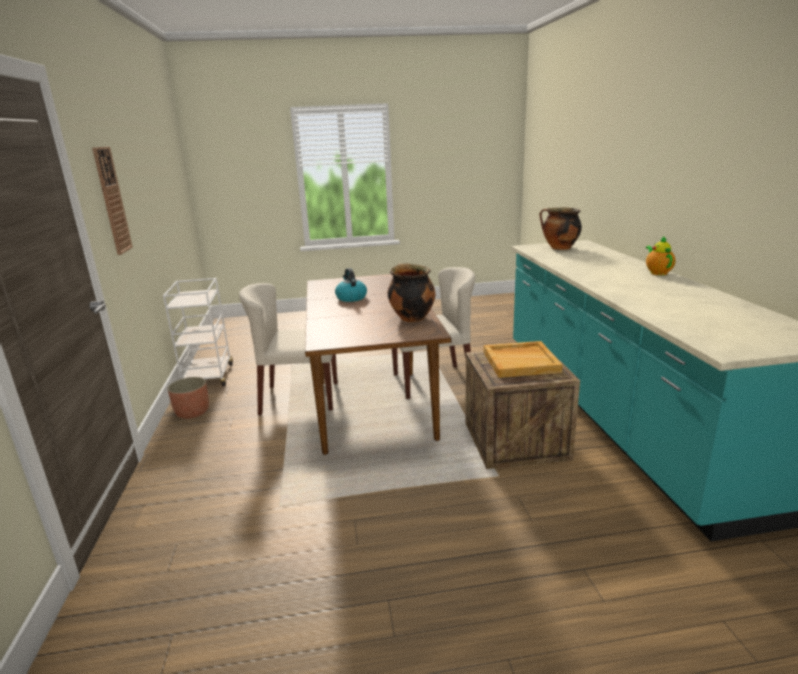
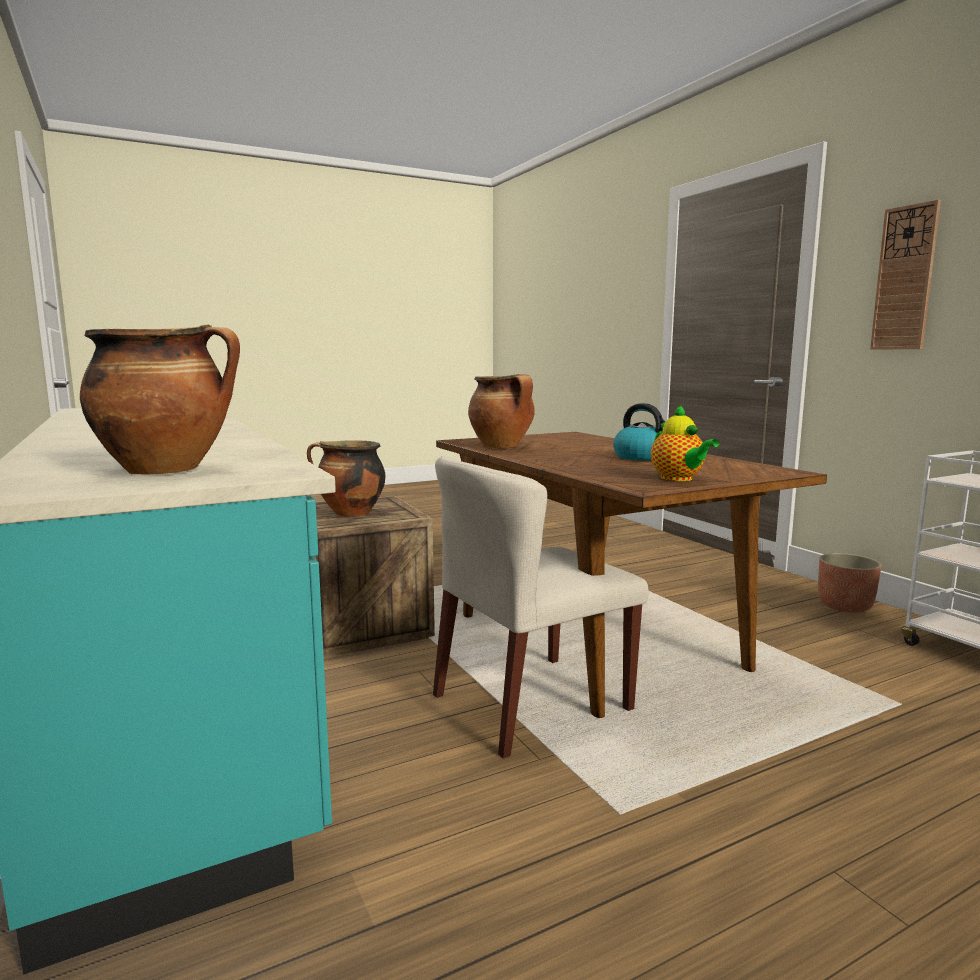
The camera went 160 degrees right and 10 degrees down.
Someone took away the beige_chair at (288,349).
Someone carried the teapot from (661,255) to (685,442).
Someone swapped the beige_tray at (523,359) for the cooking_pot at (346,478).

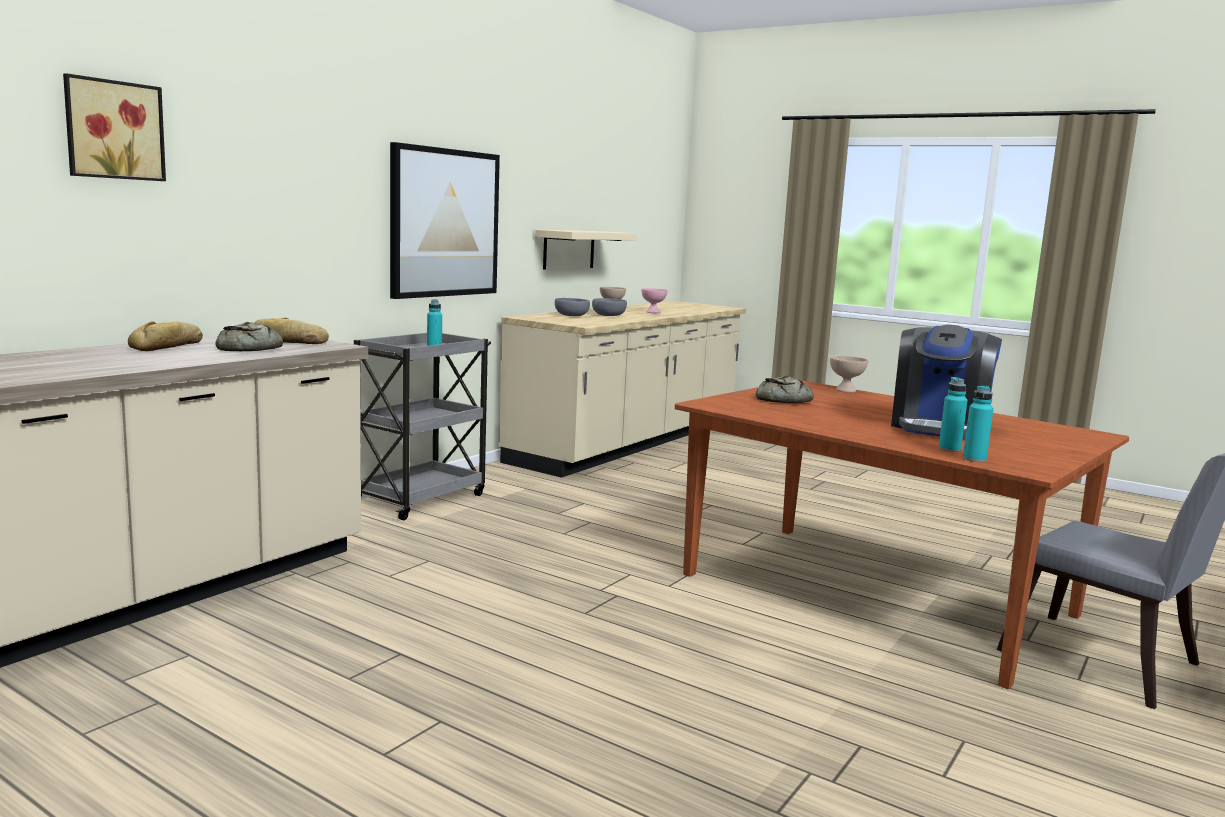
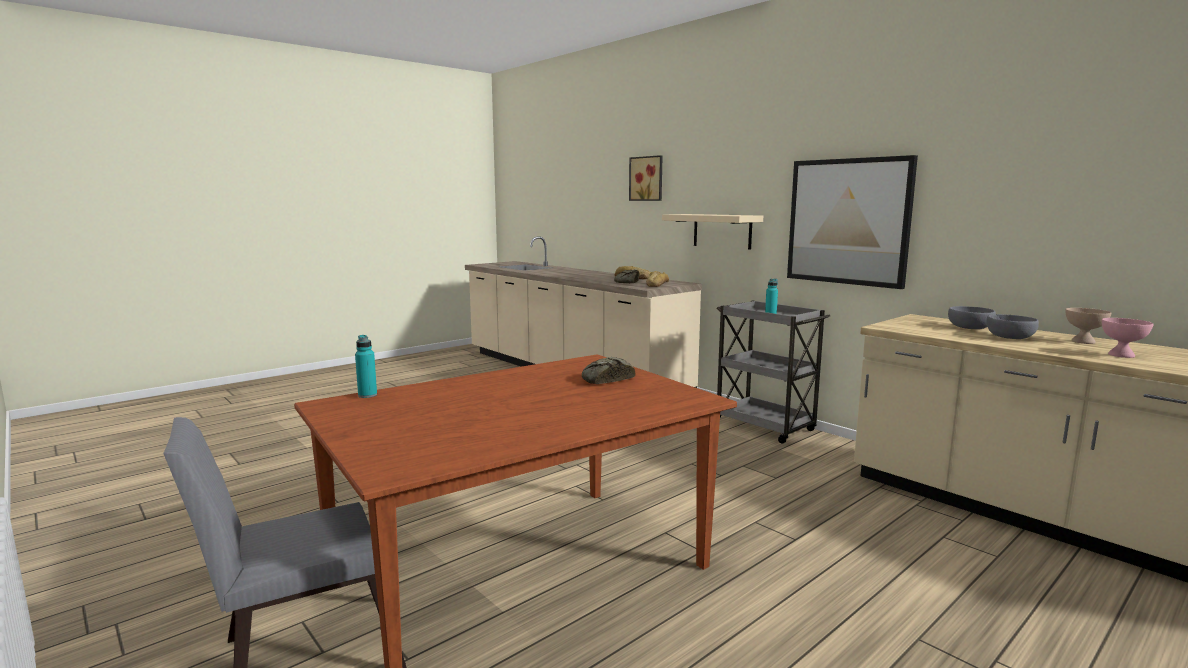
The camera went 105 degrees right and 0 degrees up.
Someone took away the beige_bowl at (849,374).
Someone took away the coffee_machine at (946,382).
Someone took away the turquoise_bottle at (953,414).
Someone carried the beige_shelf from (586,249) to (712,232).

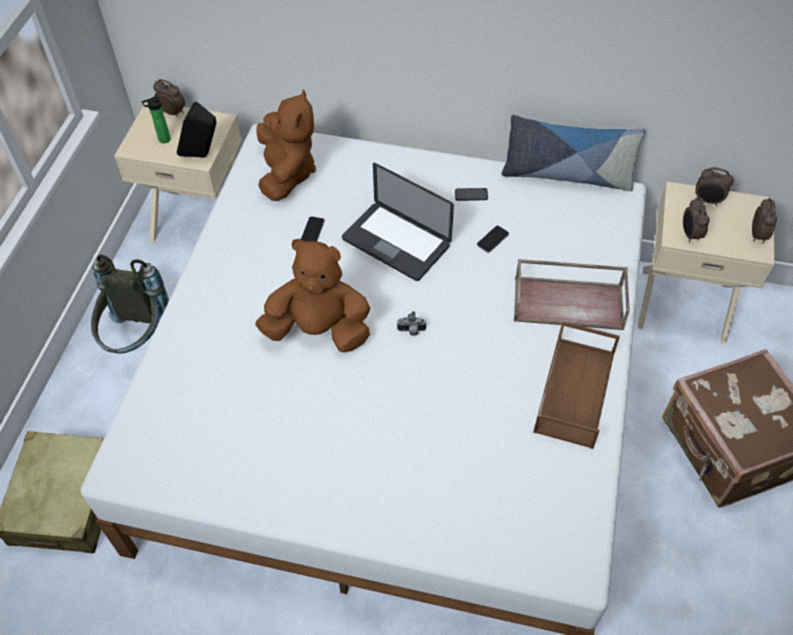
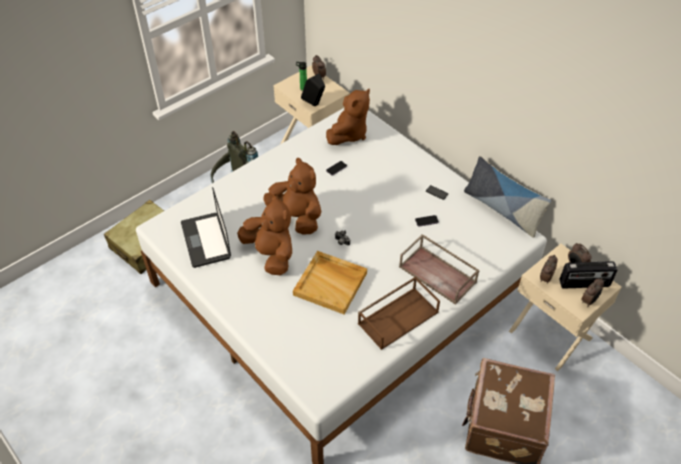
The camera went 35 degrees right and 5 degrees down.
Someone put down the brown_plush_toy at (264,235).
Someone put down the beige_tray at (330,283).
Someone put down the radio at (588,275).
Someone carried the laptop from (398,222) to (206,227).

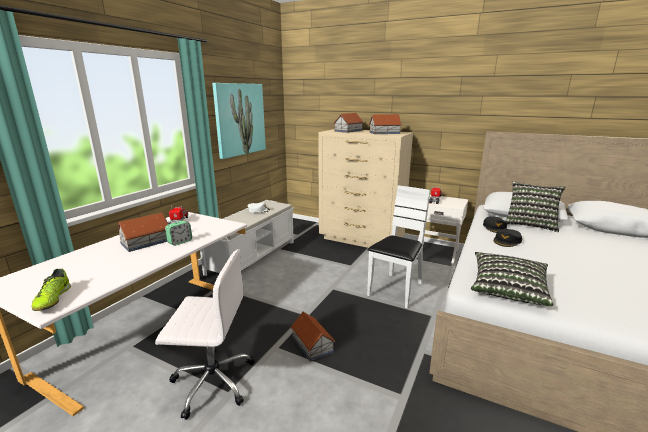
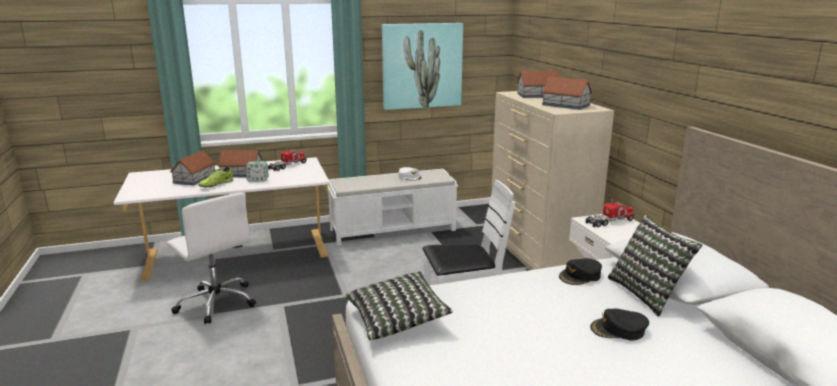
The camera went 45 degrees right and 0 degrees up.
Someone carried the shoe from (51,290) to (215,176).
Someone carried the toy_house from (313,337) to (193,168).
Someone carried the black_cap from (508,238) to (619,324).

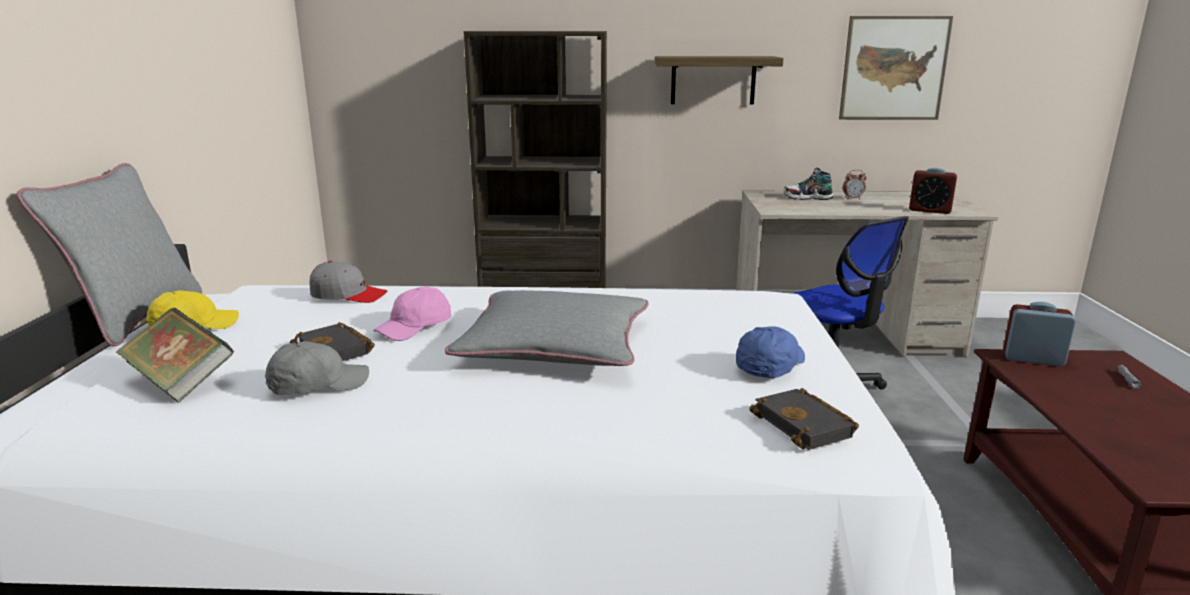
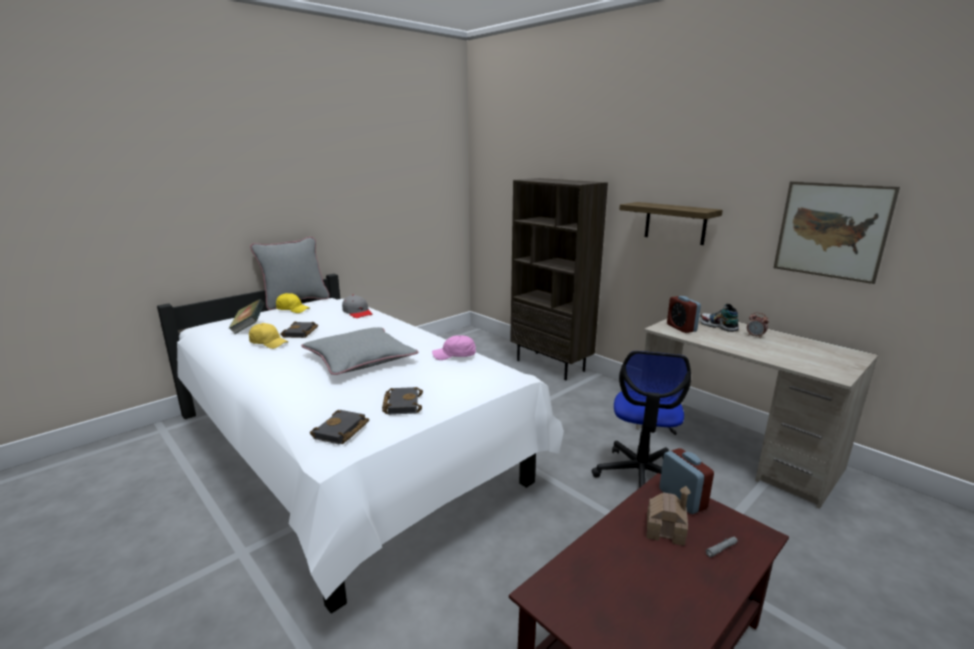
The camera went 45 degrees right and 0 degrees up.
Someone put down the toy_house at (668,516).
Someone carried the pink_cap from (412,314) to (454,347).
Someone carried the alarm_clock from (933,191) to (684,314).
Someone swapped the blue_cap at (770,352) for the black_book at (402,401).
Someone repainted the grey_cap at (317,368), which became the yellow_cap at (268,336).

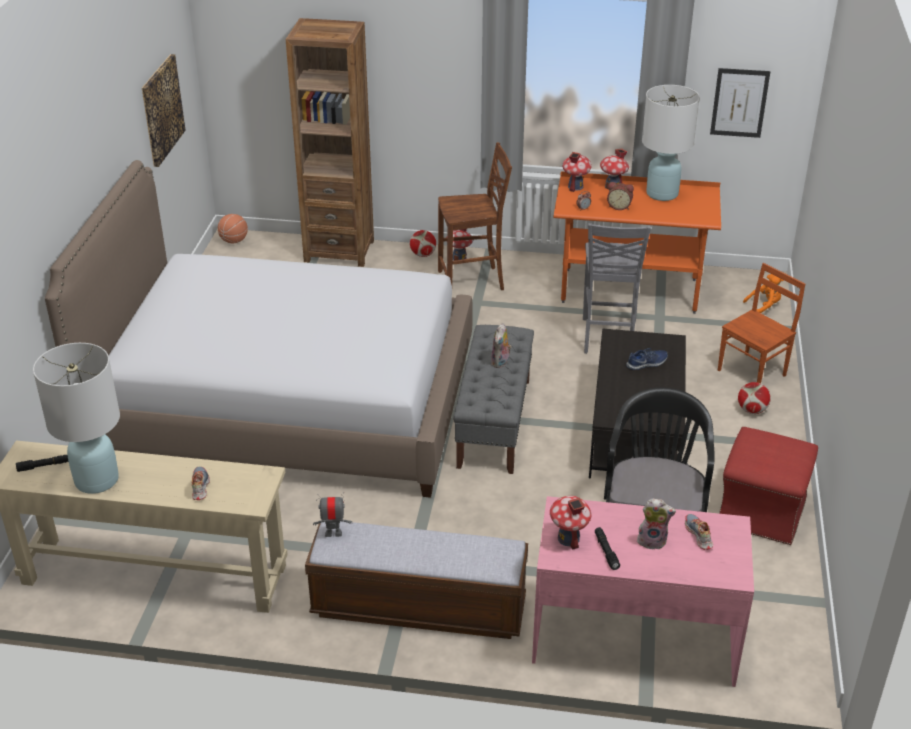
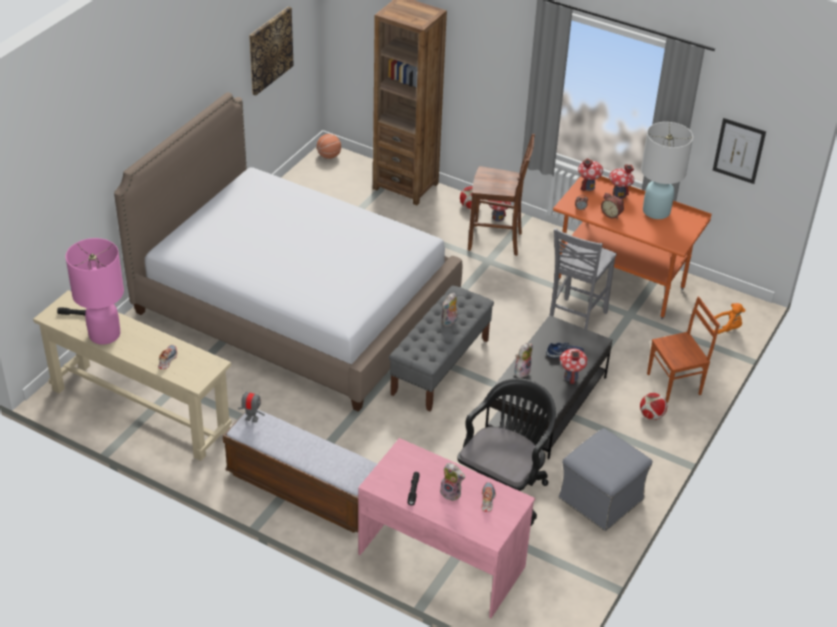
The camera went 20 degrees right and 5 degrees up.
Someone put down the plush_toy at (523,360).
Someone carried the toy_house from (570,523) to (574,366).
Someone repainted the white_table_lamp at (76,418), which became the pink_table_lamp at (95,291).
Someone repainted the red_ottoman at (768,486), which became the grey_ottoman at (606,479).

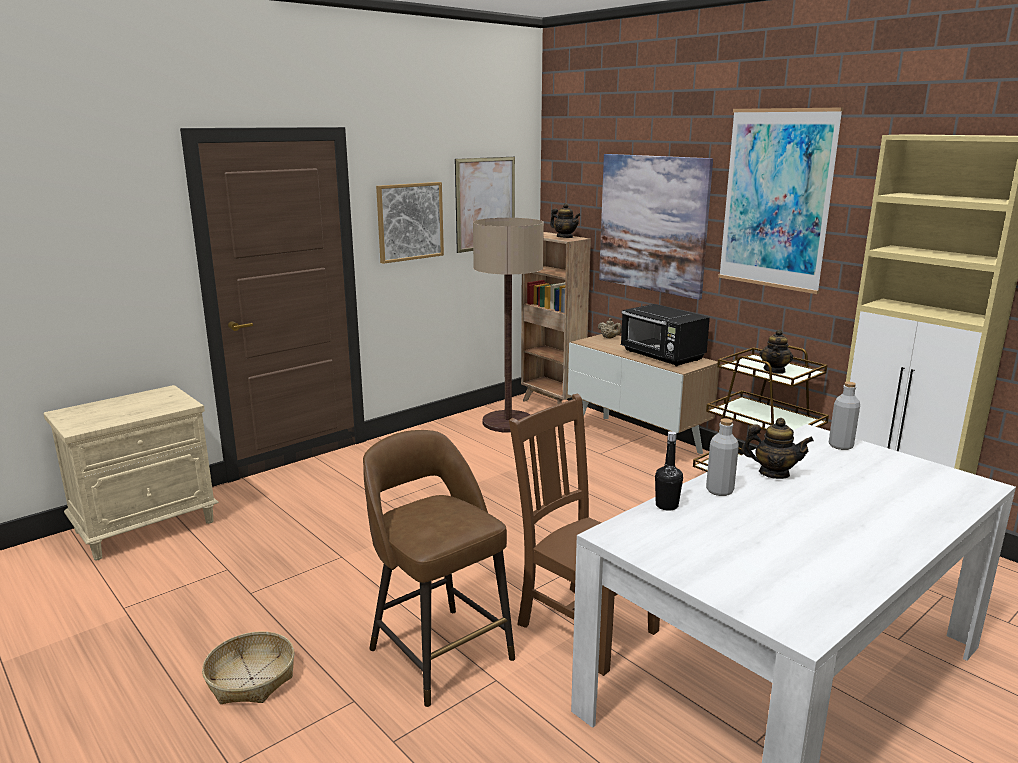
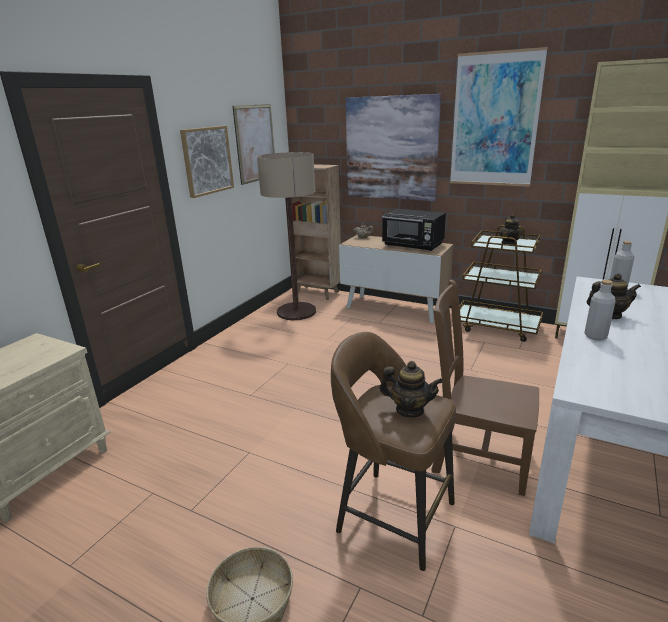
The camera went 20 degrees left and 5 degrees up.
Someone took away the black_bottle at (669,471).
Someone carried the teapot from (565,220) to (411,389).

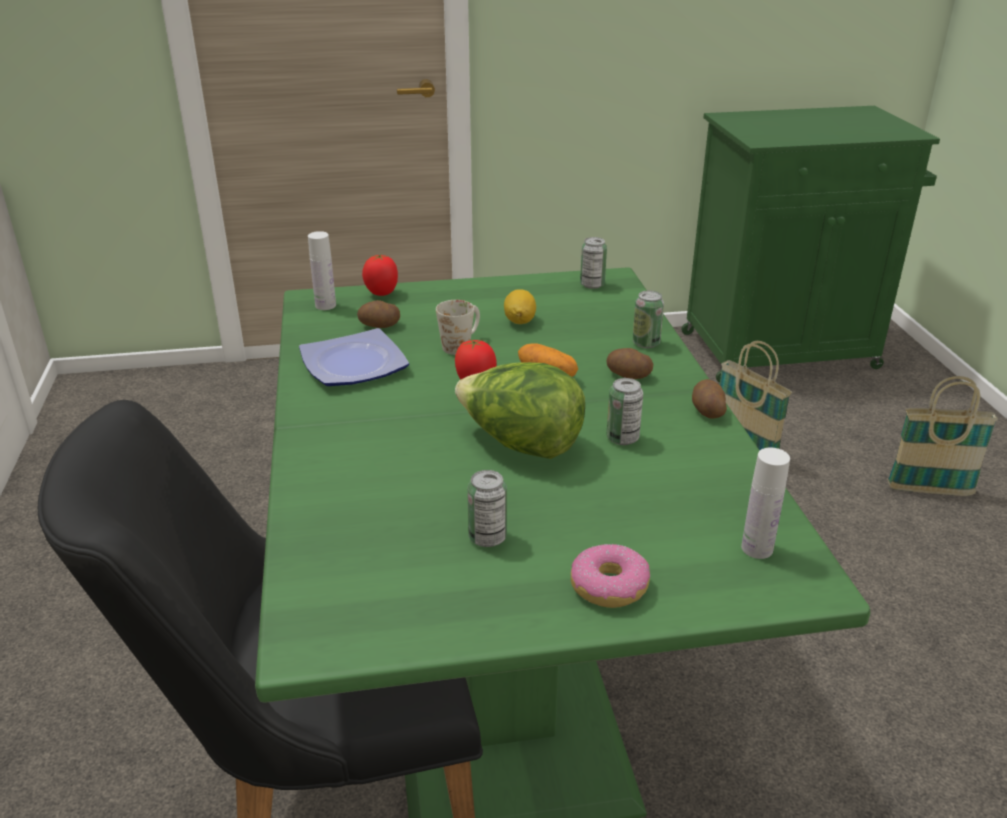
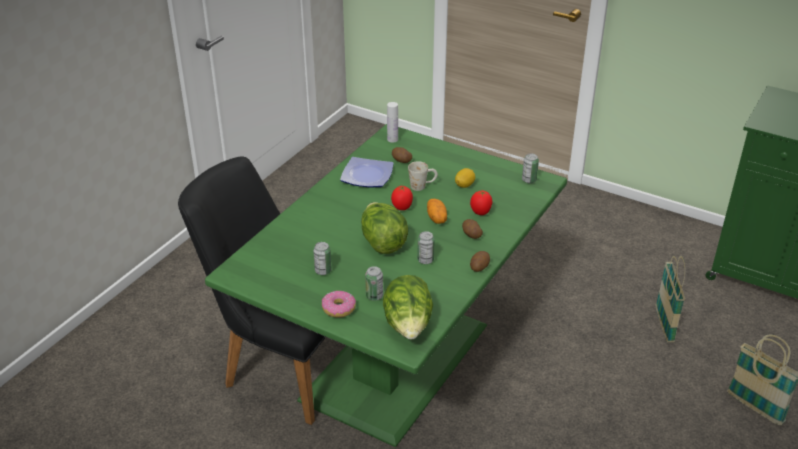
The camera went 40 degrees right and 5 degrees up.
Someone carried the tomato from (380,275) to (481,202).
Someone carried the can from (648,319) to (374,283).
Someone swapped the white_bottle at (765,503) for the lettuce at (408,307).

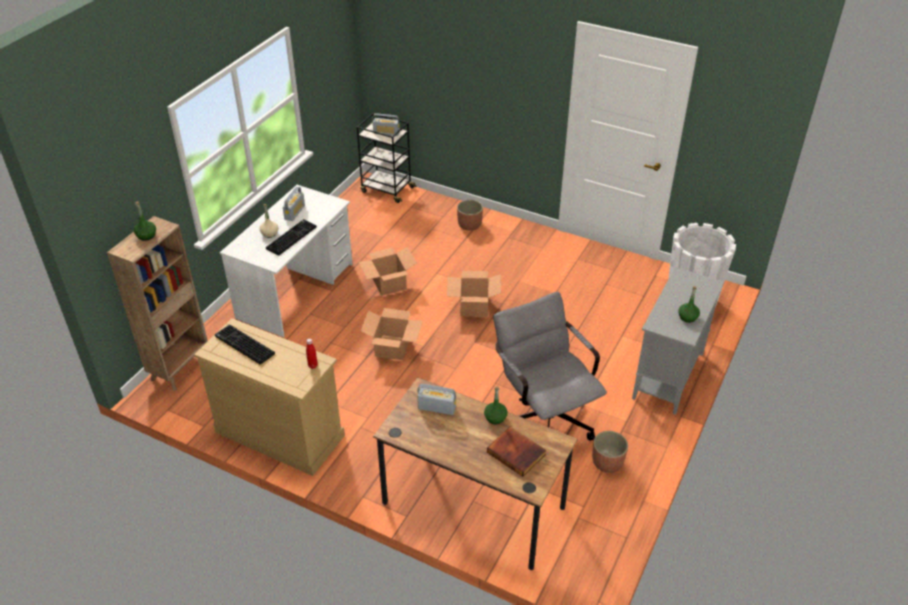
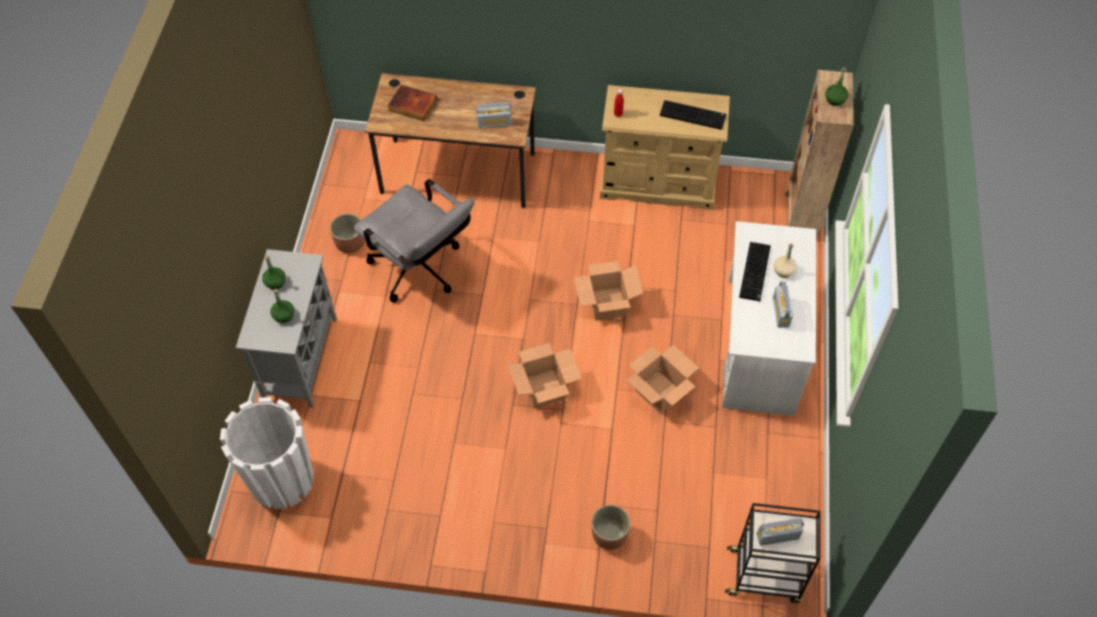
The camera went 160 degrees right and 15 degrees up.
Someone carried the green_bottle from (496,405) to (282,306).

